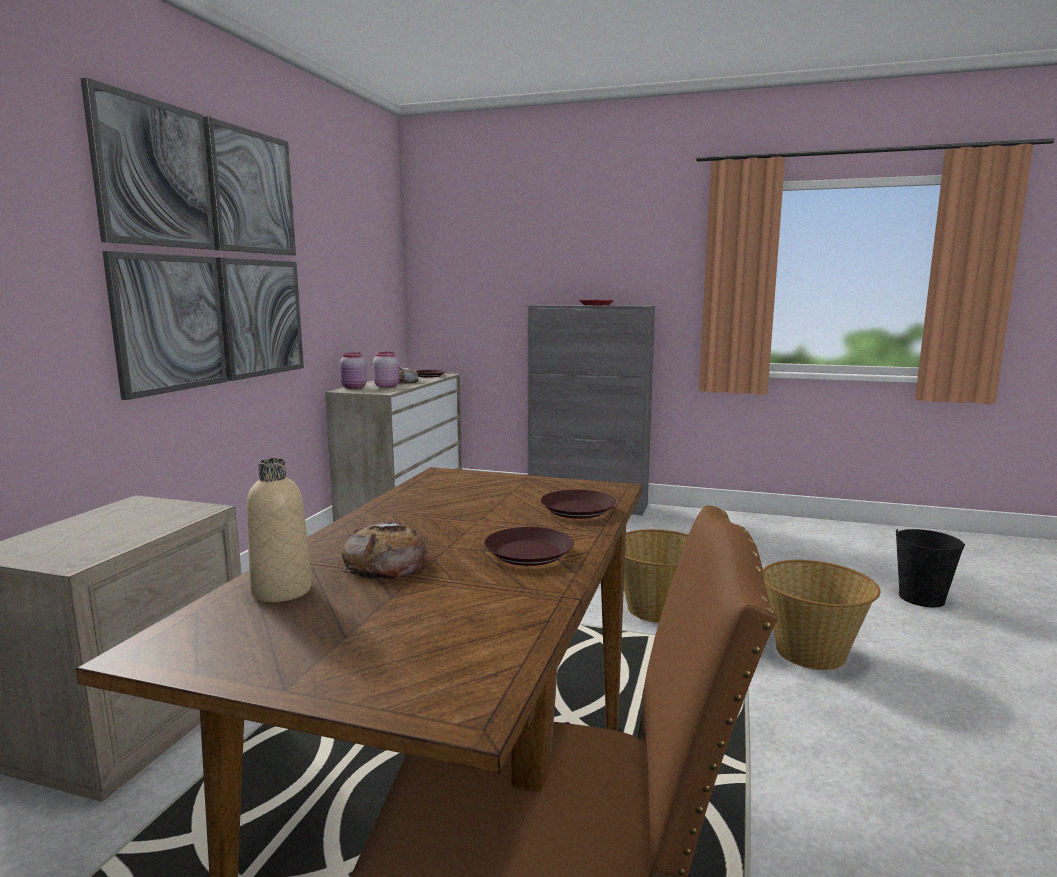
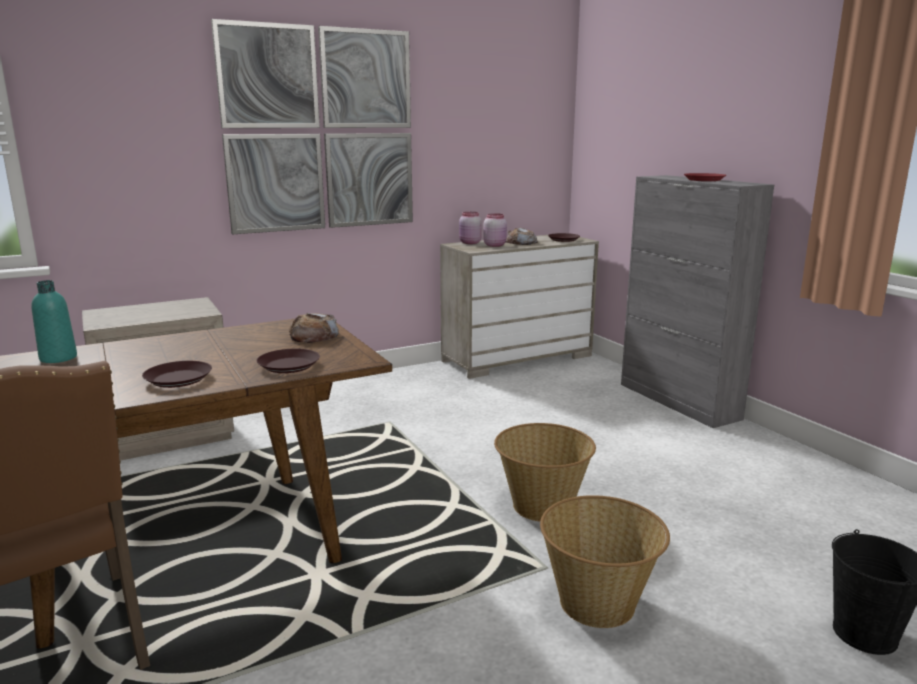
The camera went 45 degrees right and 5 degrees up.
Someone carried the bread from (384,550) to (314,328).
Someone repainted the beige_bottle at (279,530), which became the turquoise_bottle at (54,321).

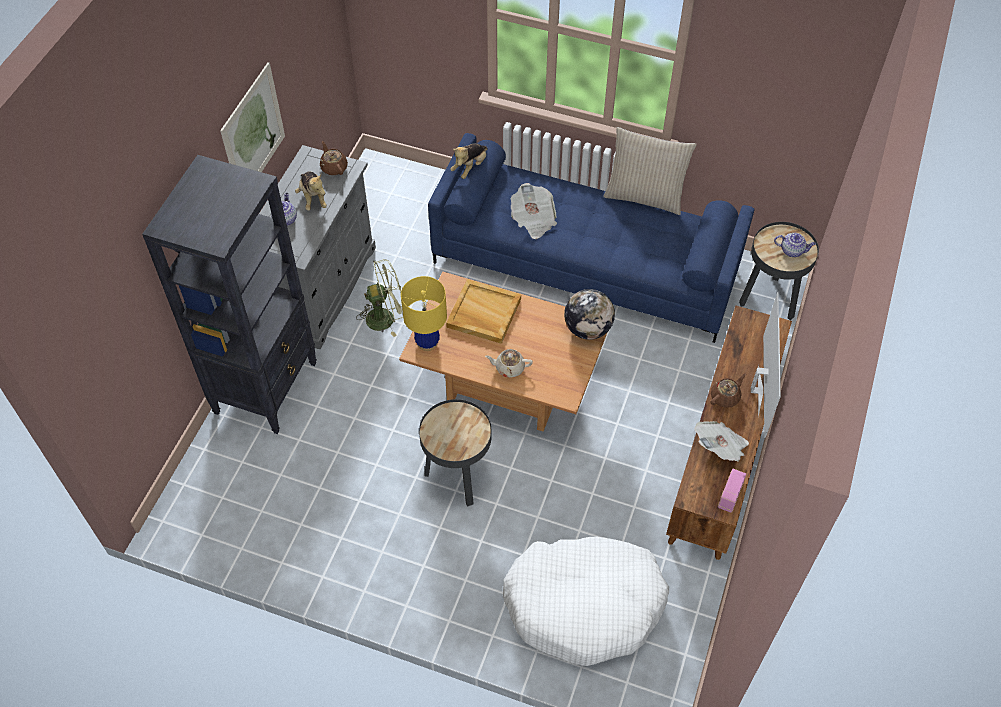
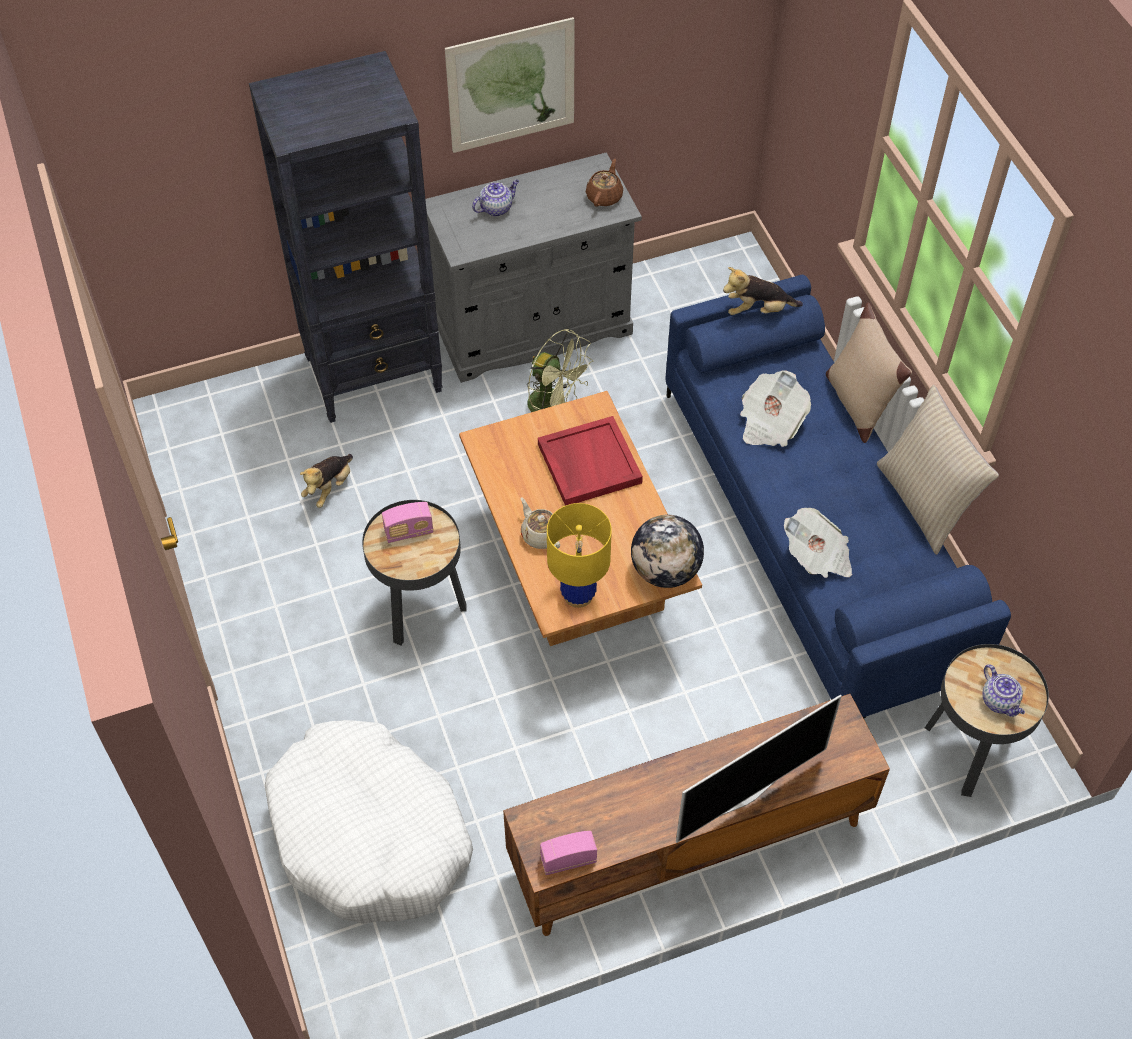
The camera went 50 degrees right and 0 degrees up.
Someone took away the brown_teapot at (728,390).
Someone put down the radio at (407,522).
Someone put down the beige_pillow at (869,372).
Someone carried the plush_toy from (311,191) to (326,481).
Someone carried the yellow_table_lamp from (424,313) to (579,555).
Someone carried the newspaper from (722,441) to (818,543).
Someone repainted the beige_tray at (483,311), which became the red_tray at (590,461).

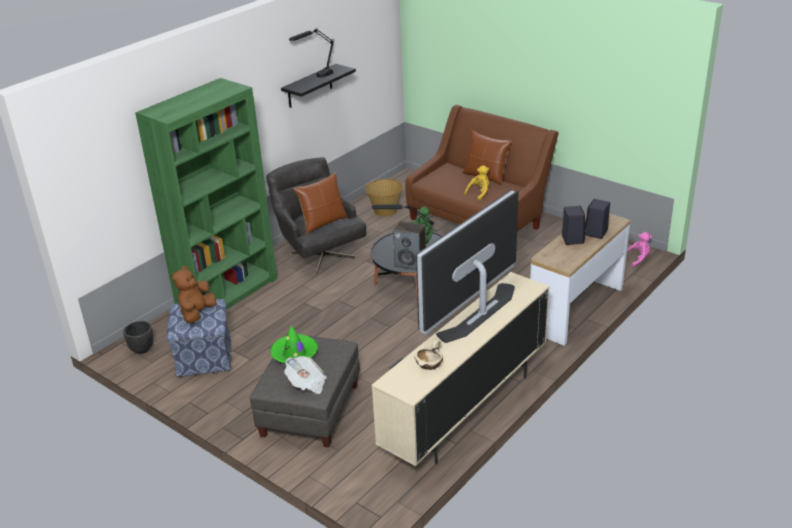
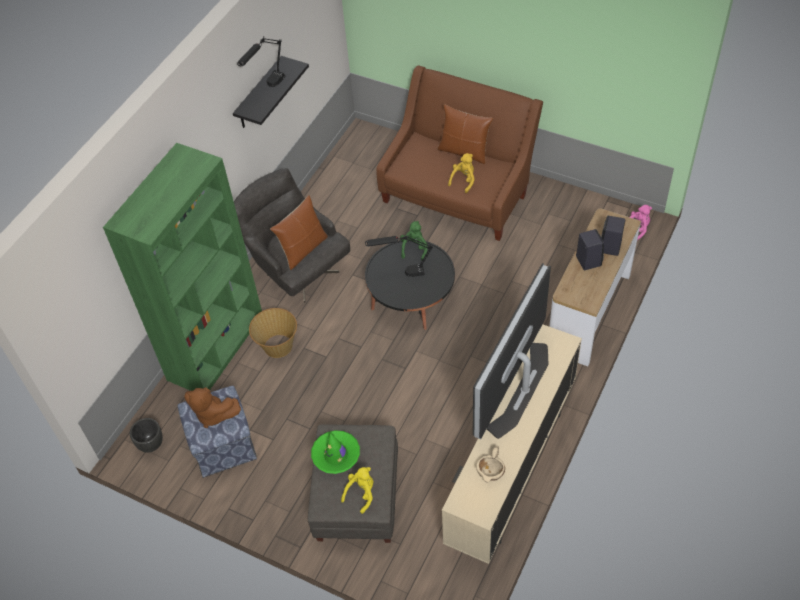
The camera went 10 degrees left and 20 degrees up.
Someone took away the speaker at (409,245).
Someone carried the basket from (384,198) to (273,333).
Someone swapped the newspaper at (305,375) for the yellow_plush_toy at (357,490).
Someone rotated the brown_plush_toy at (194,294) by 75 degrees counterclockwise.

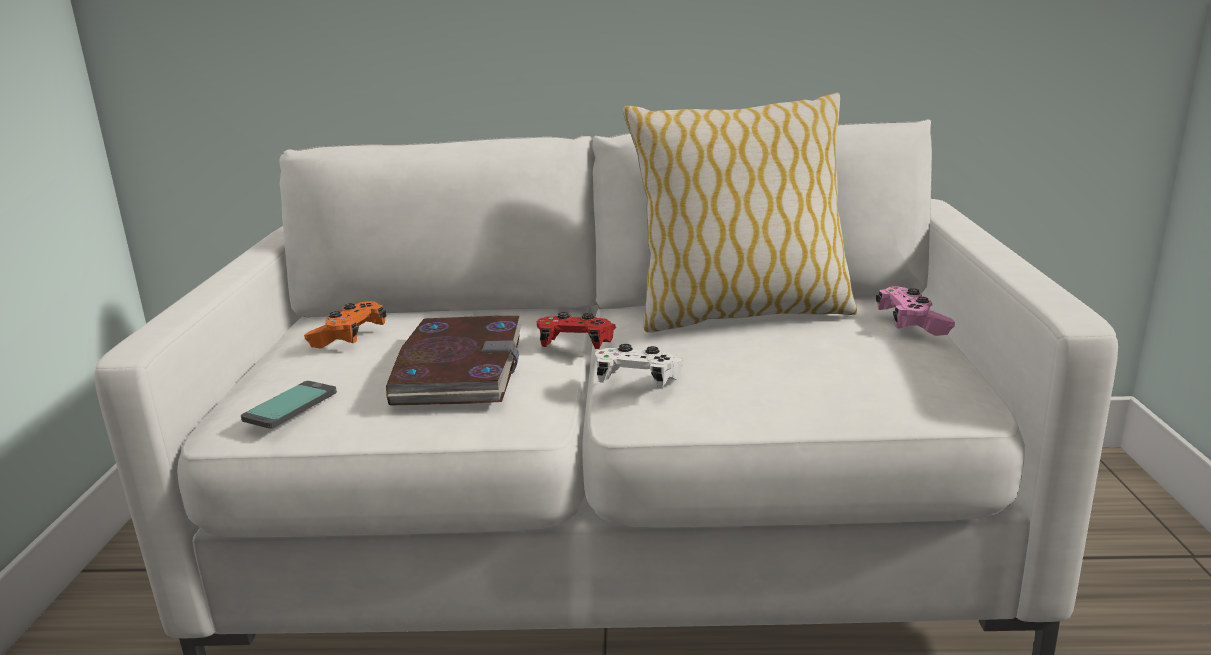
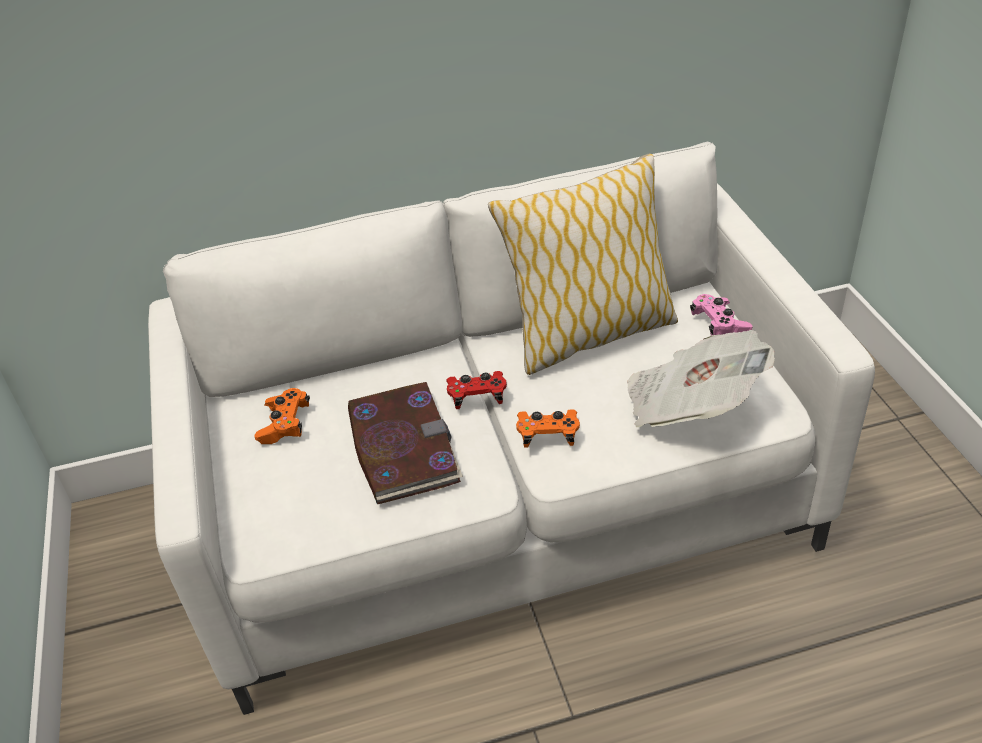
The camera went 15 degrees left and 20 degrees up.
Someone took away the phone at (289,405).
Someone put down the newspaper at (701,378).
Someone repainted the white_game_controller at (640,366), which became the orange_game_controller at (548,428).

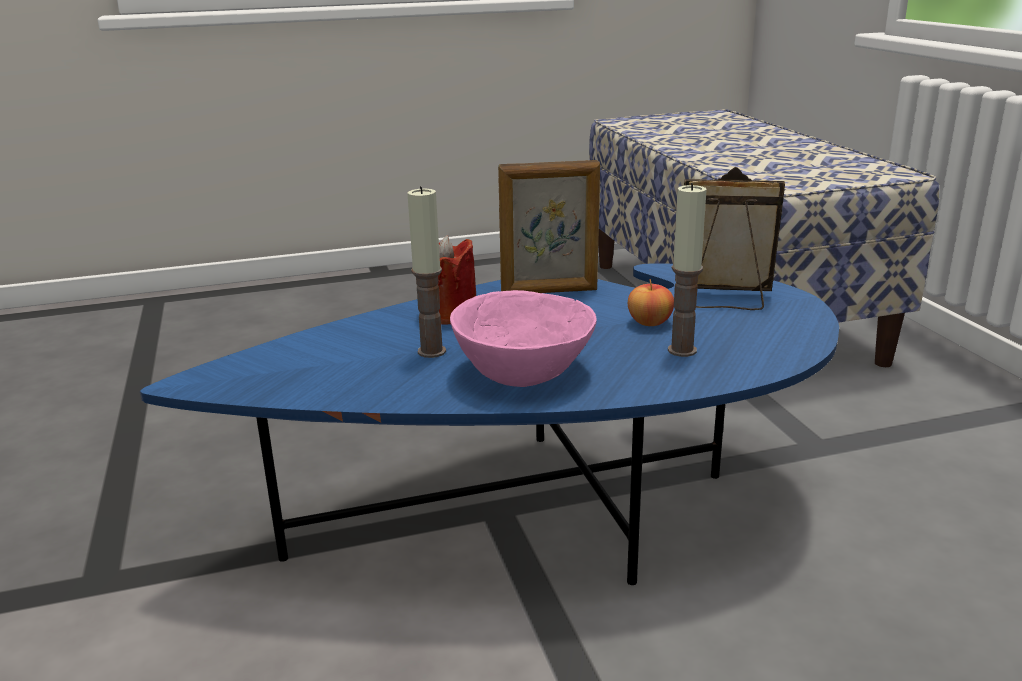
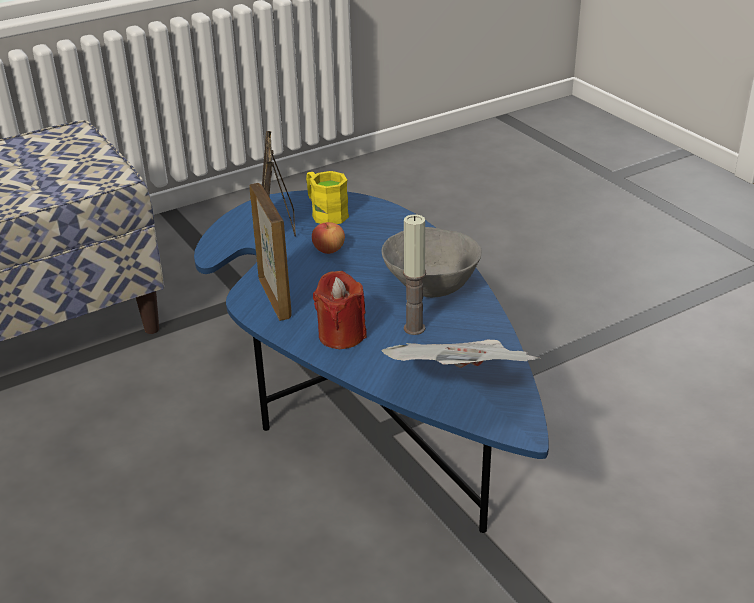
The camera went 105 degrees left and 10 degrees up.
Someone took away the candle at (687,270).
Someone put down the yellow_mug at (327,197).
Someone put down the newspaper at (460,354).
Someone repainted the pink_bowl at (523,338), which became the grey_bowl at (432,262).

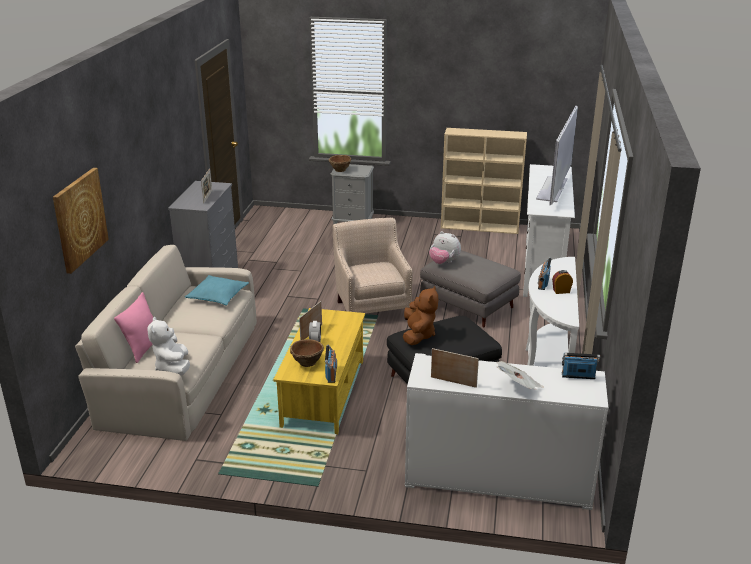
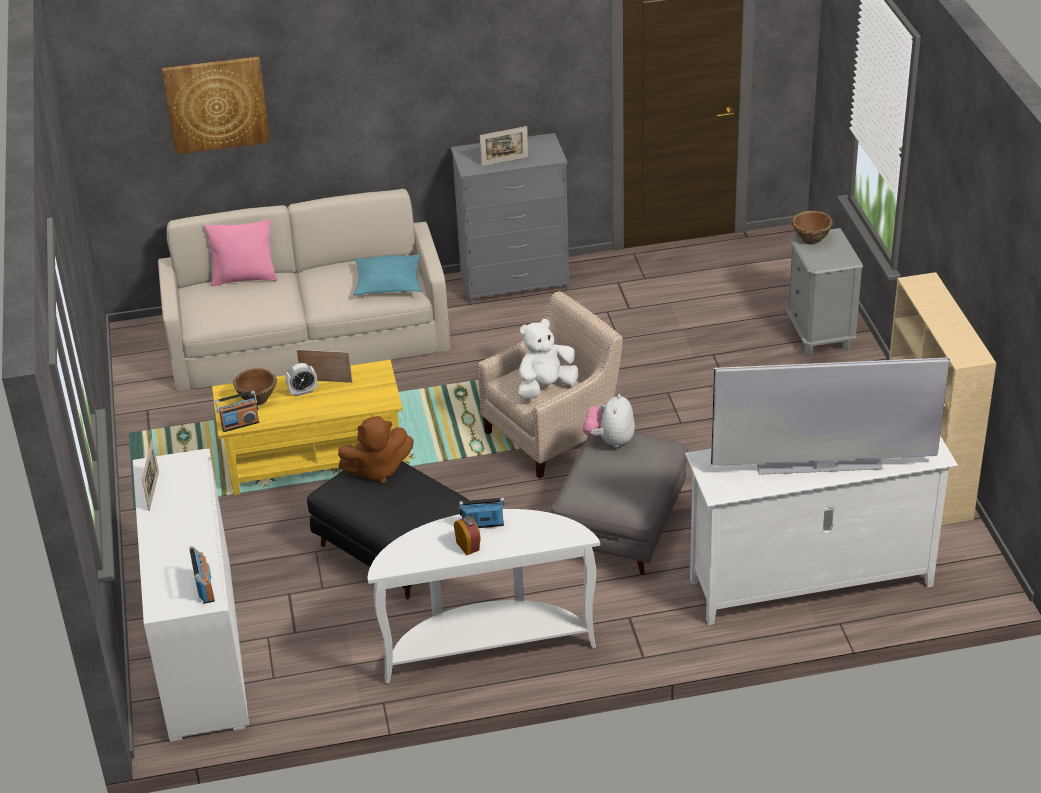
The camera went 70 degrees right and 10 degrees up.
Someone took away the newspaper at (520,375).
Someone carried the white_plush_toy from (169,346) to (548,359).

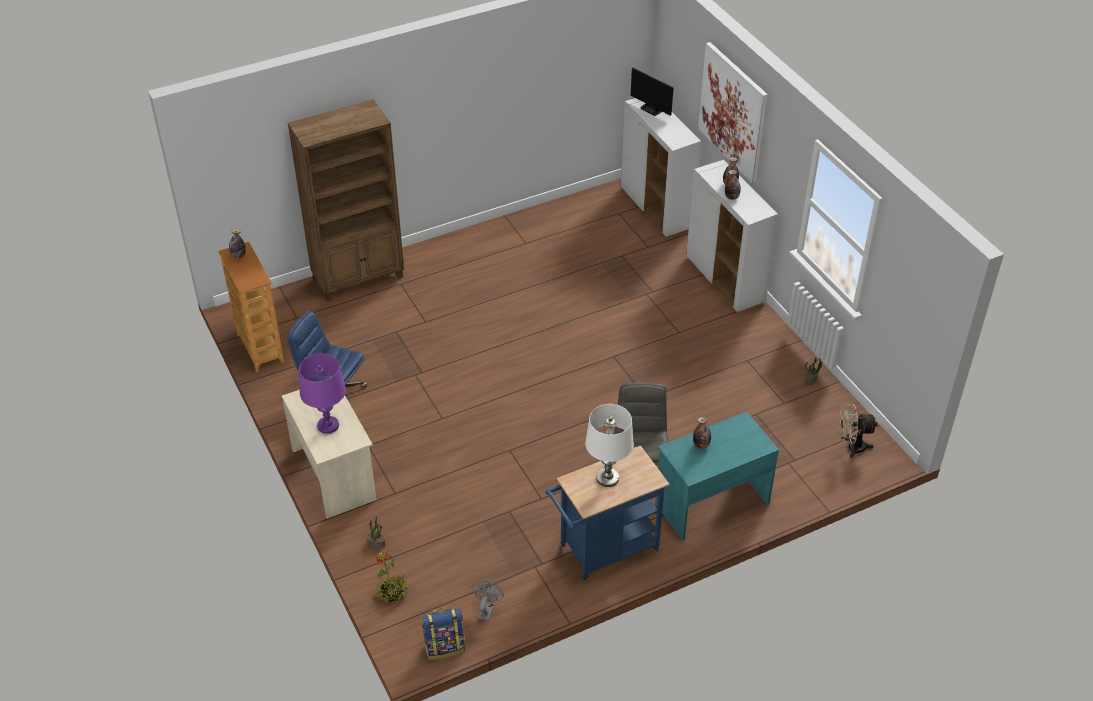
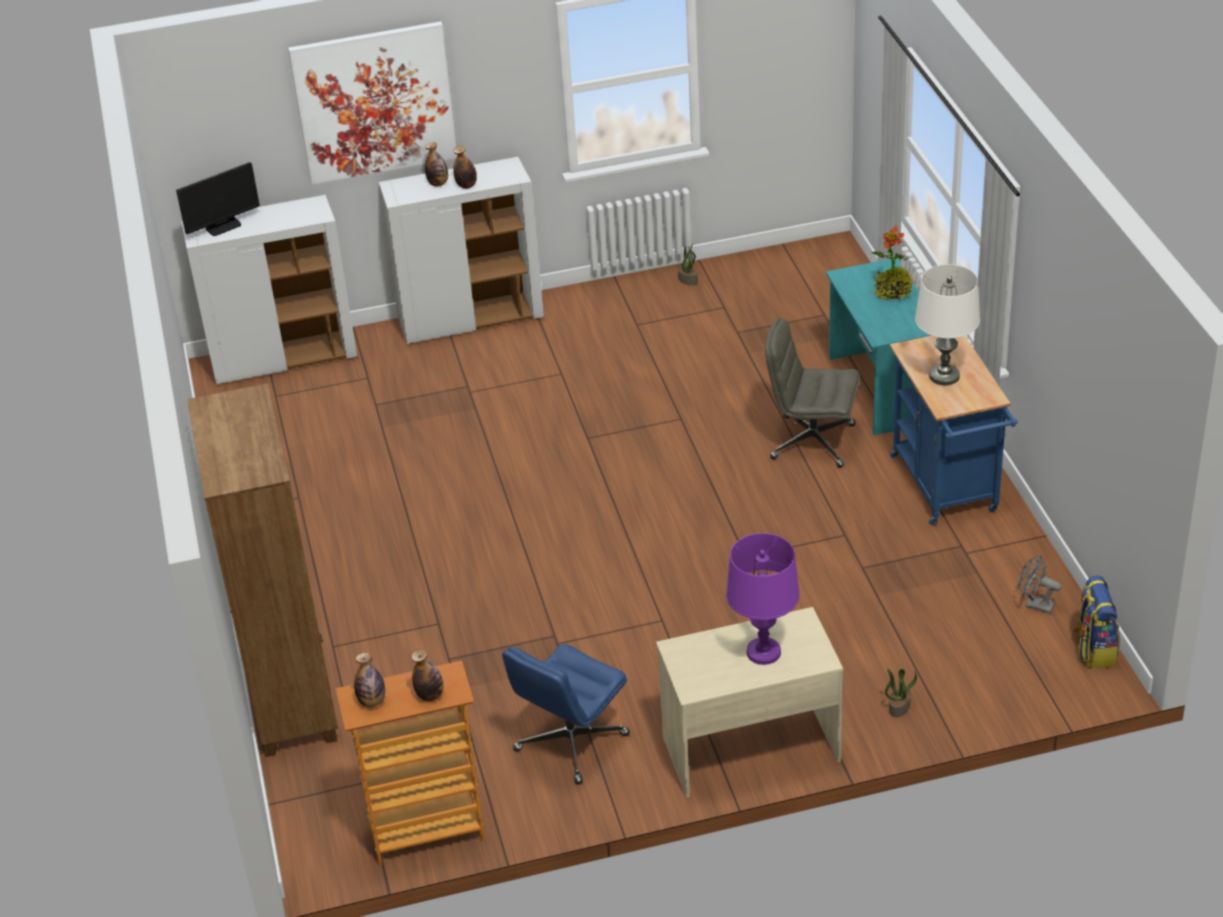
The camera went 75 degrees left and 5 degrees down.
Someone took away the beige_fan at (858,431).
Someone carried the potted_plant from (391,577) to (892,263).
Someone carried the bottle from (702,433) to (427,675).

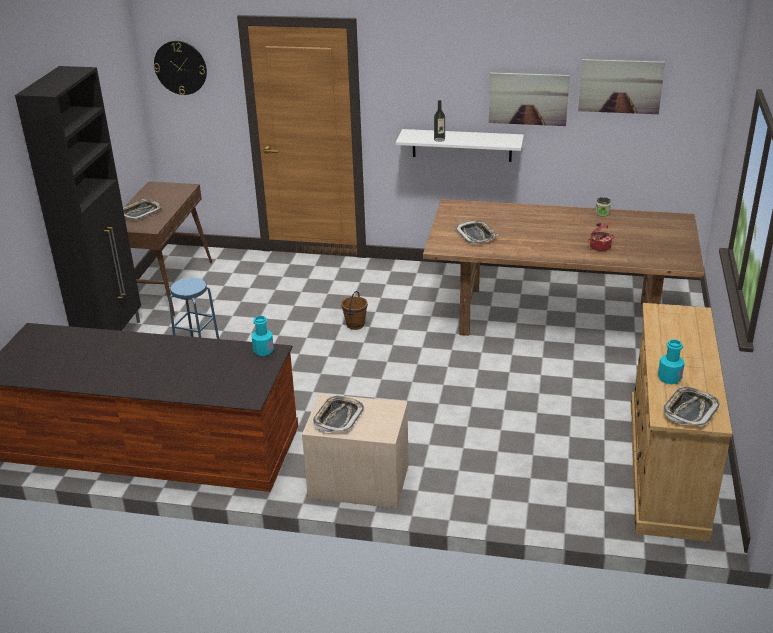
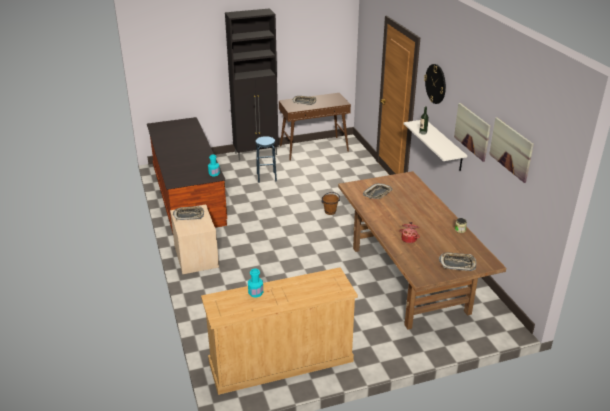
The camera went 60 degrees right and 0 degrees up.
Someone carried the wall_clock from (180,68) to (435,84).
Someone carried the tray from (691,406) to (457,262).

